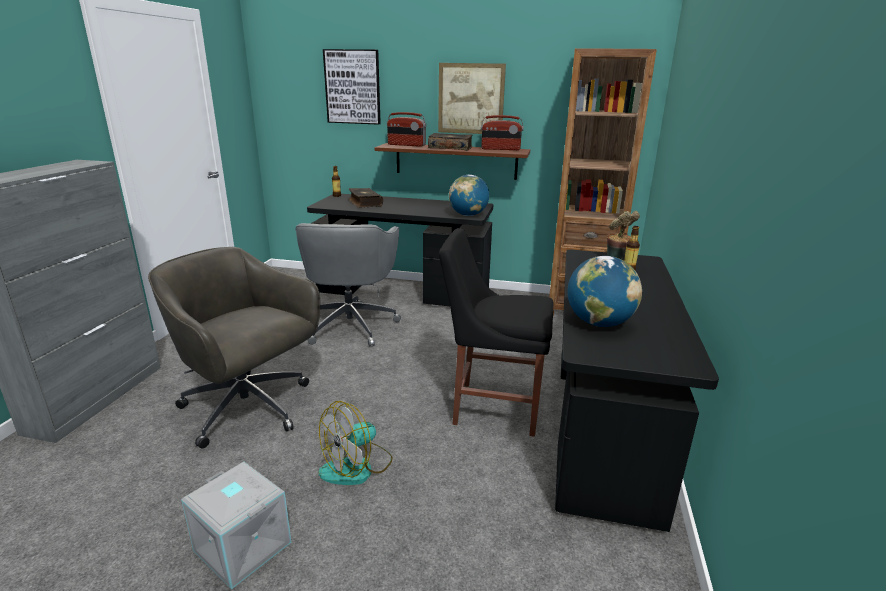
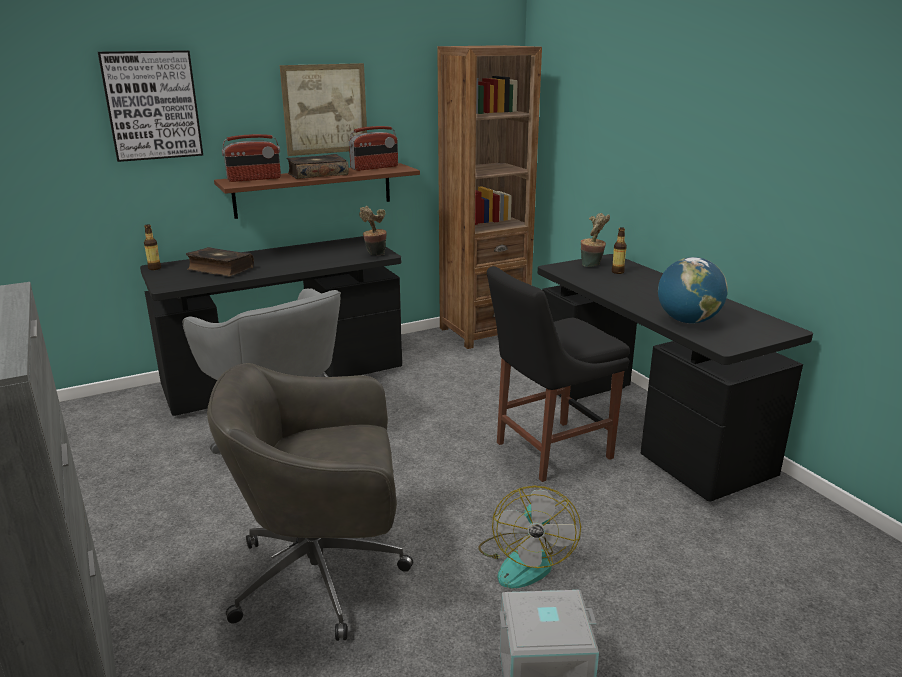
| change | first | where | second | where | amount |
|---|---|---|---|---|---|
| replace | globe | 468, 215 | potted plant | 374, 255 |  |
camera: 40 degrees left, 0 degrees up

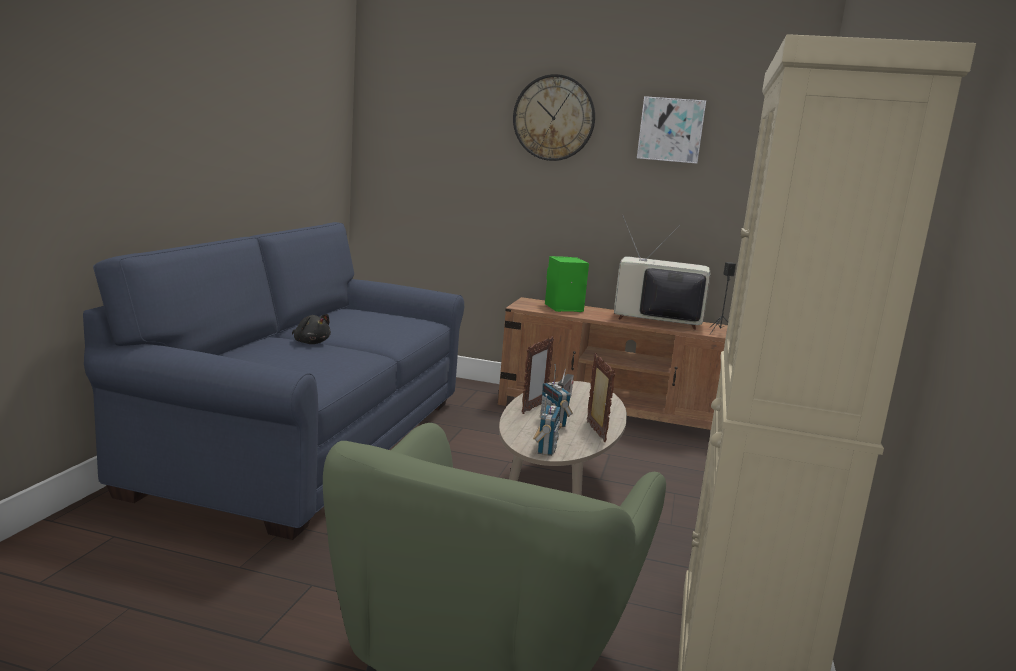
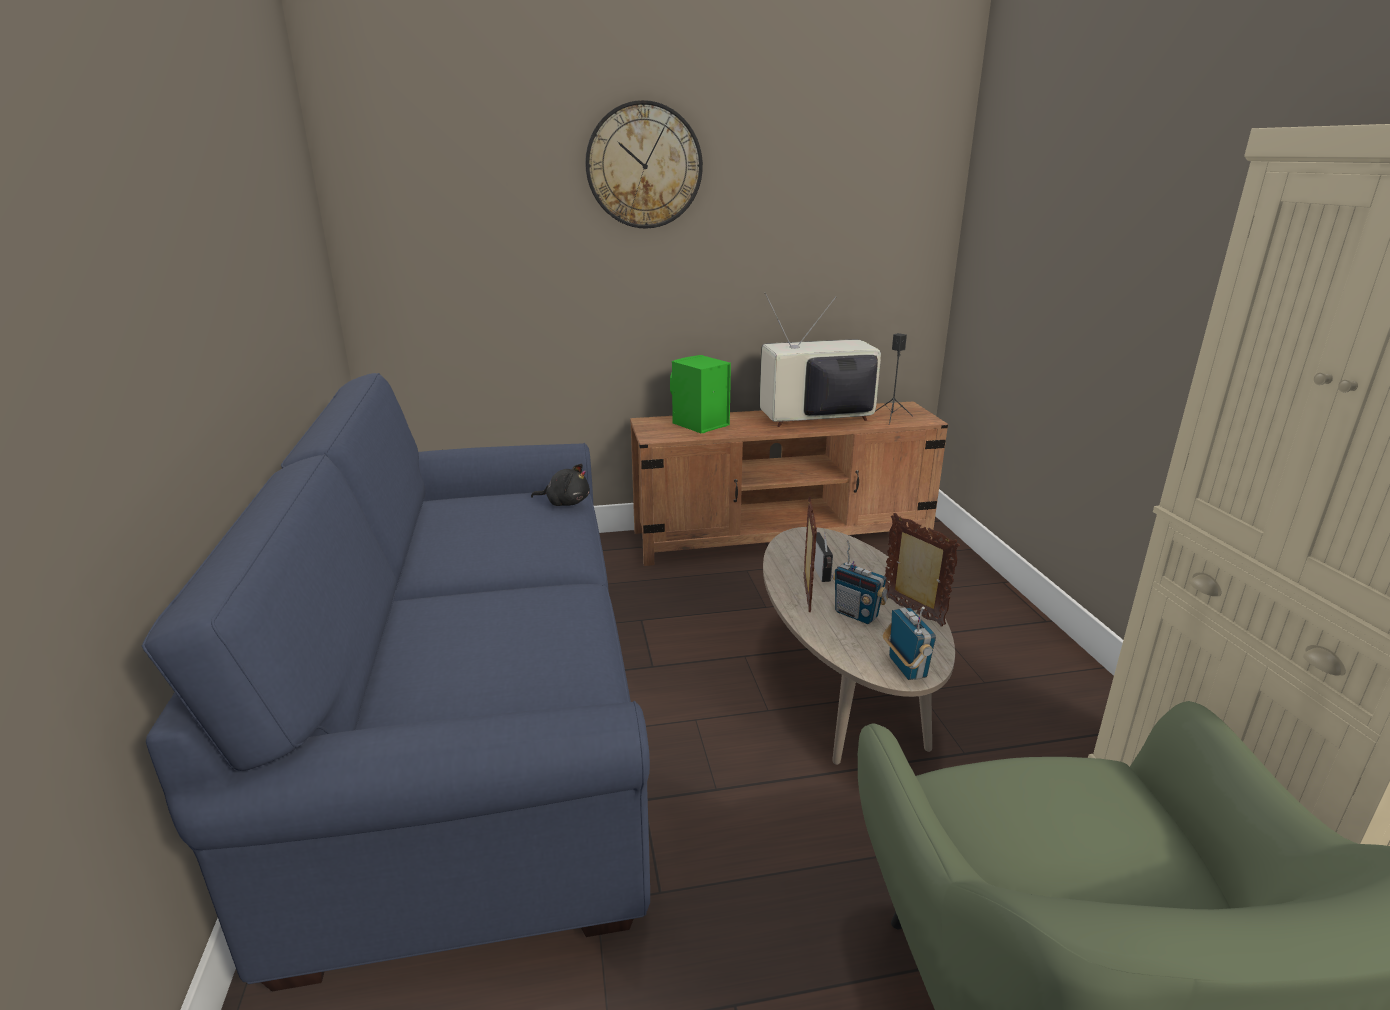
| change | first | where | second | where | amount |
|---|---|---|---|---|---|
| move | plush toy (black) | 311, 342 |  | 565, 503 |  |
| delete | picture | 671, 130 |  |  |  |
camera: 25 degrees left, 10 degrees up

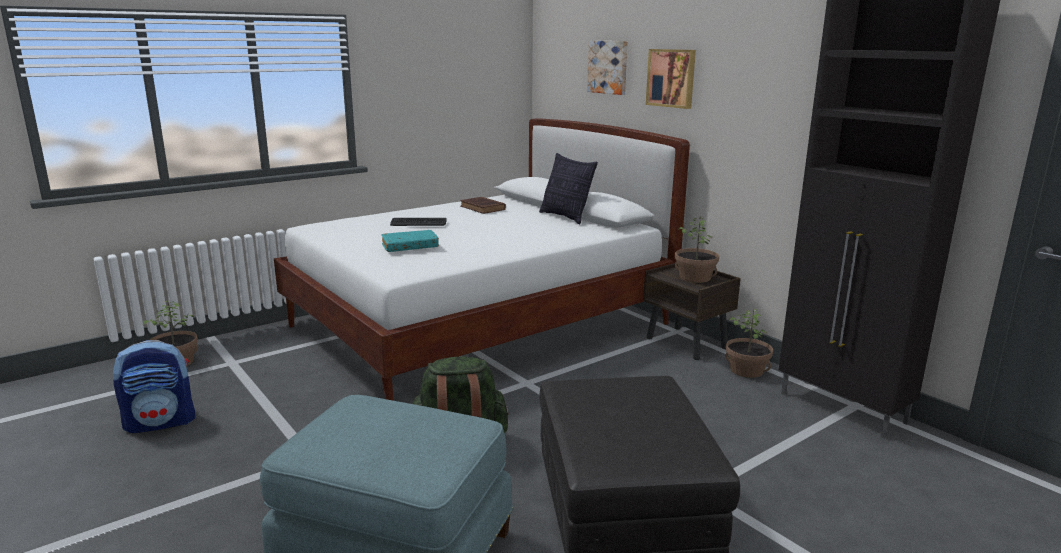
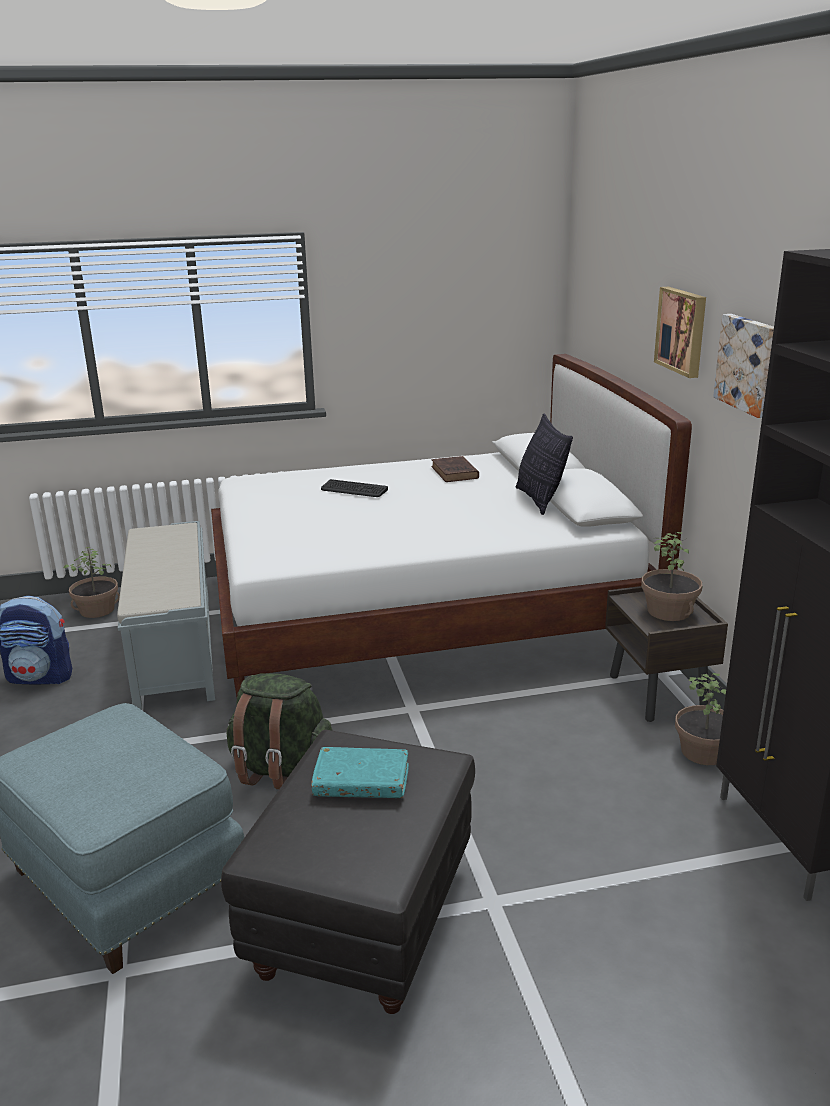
| change | first | where | second | where | amount |
|---|---|---|---|---|---|
| insert |  |  | bench (grey) | 175, 650 |  |
| move | book (turquoise) | 410, 247 |  | 361, 782 |  |
| move | picture | 609, 67 |  | 749, 364 |  |
camera: 25 degrees right, 5 degrees up

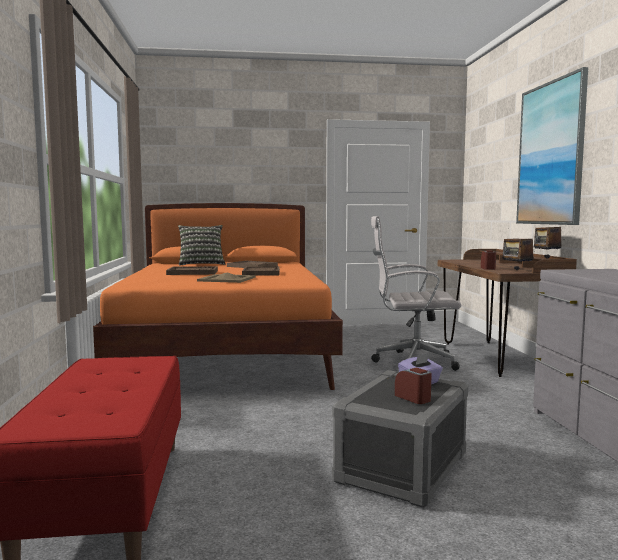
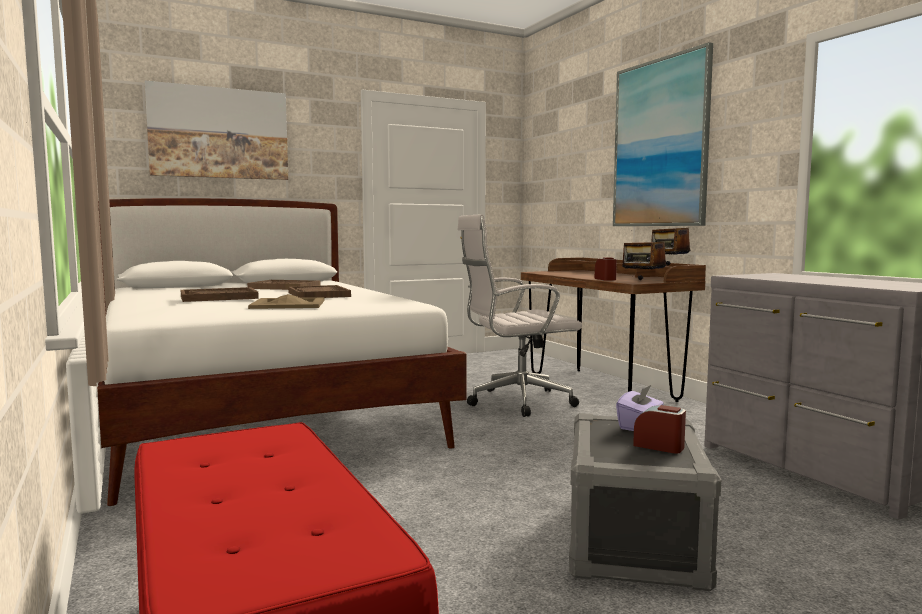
| change | first | where | second | where | amount |
|---|---|---|---|---|---|
| recolor | bed (orange) | 226, 353 | bed (white) | 260, 413 |  |
| insert |  |  | picture | 219, 133 |  |
| delete | pillow | 201, 264 |  |  |  |
camera: 20 degrees left, 0 degrees up

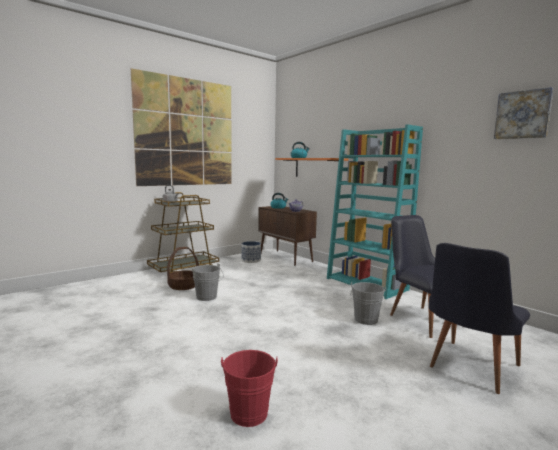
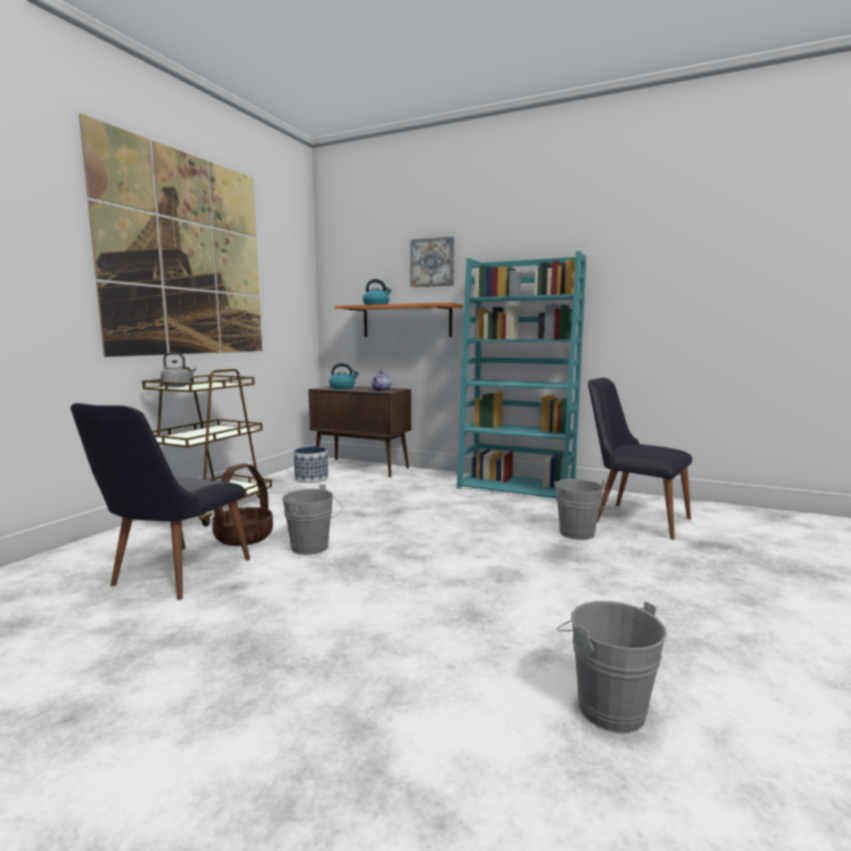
| change | first | where | second | where | amount |
|---|---|---|---|---|---|
| move | chair (black) | 469, 368 |  | 171, 576 |  |
| move | picture | 523, 115 |  | 433, 262 |  |
| recolor | bucket (red) | 249, 410 | bucket (grey) | 605, 705 |  |
camera: 25 degrees left, 0 degrees up

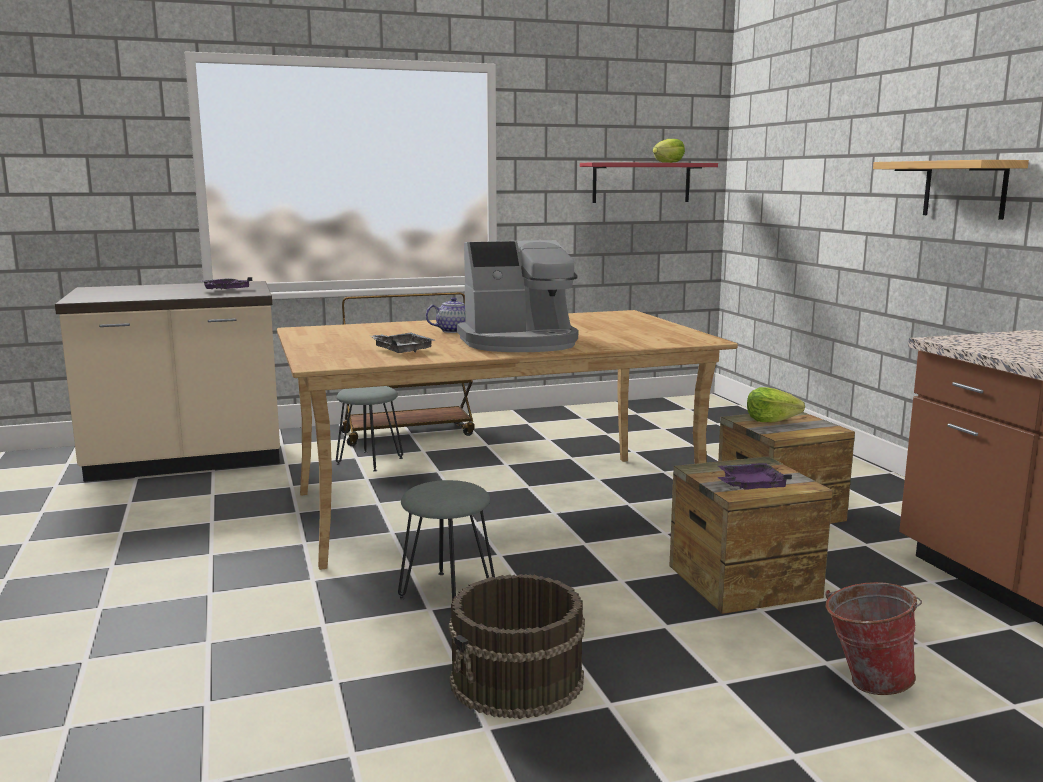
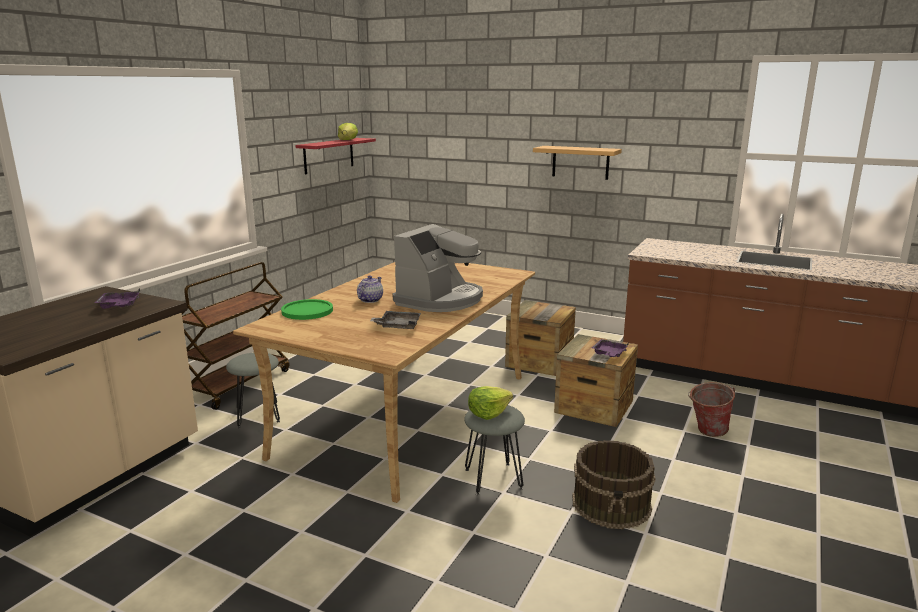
| change | first | where | second | where | amount |
|---|---|---|---|---|---|
| insert |  |  | plate (green) | 307, 311 |  |
| move | lettuce | 771, 420 |  | 488, 413 |  |
camera: 45 degrees left, 5 degrees up

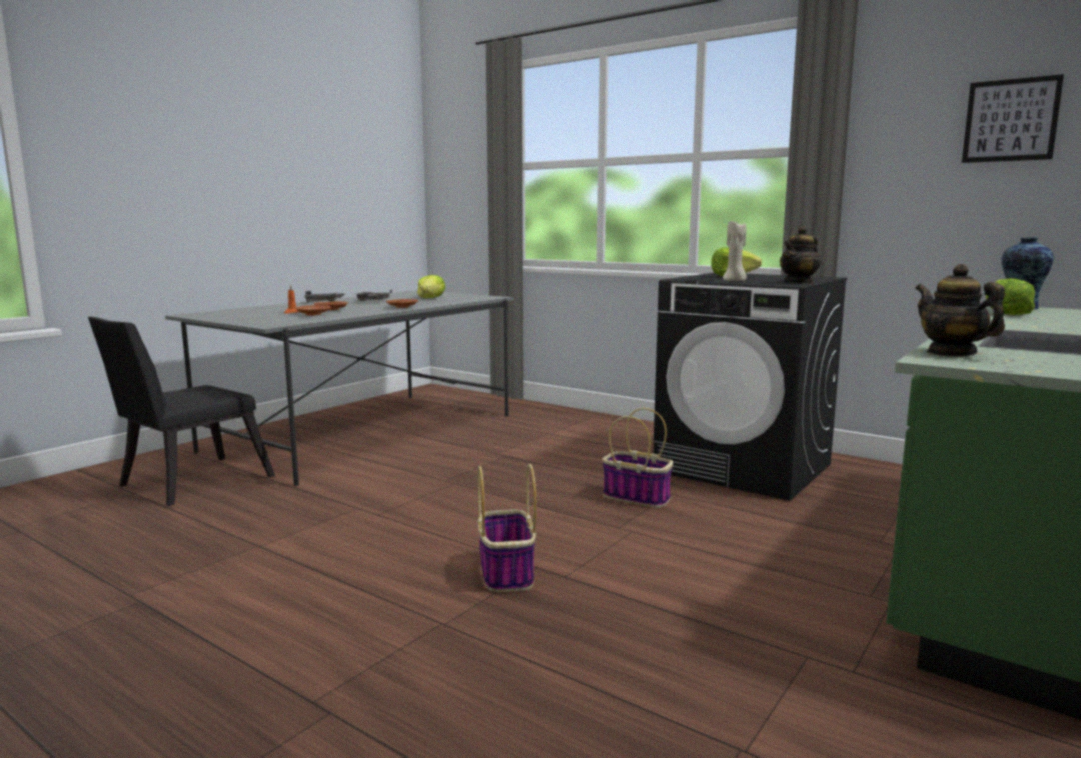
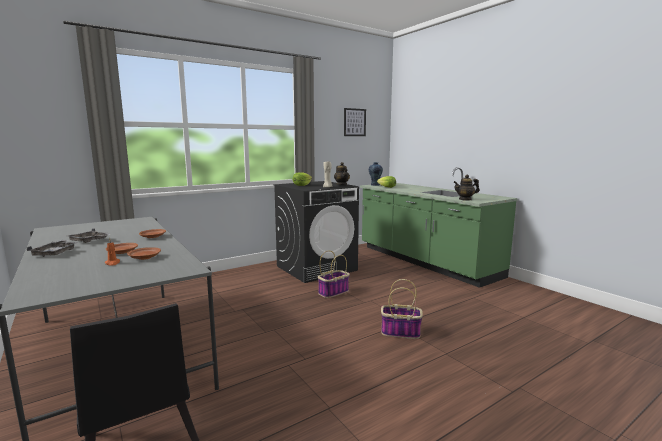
| change | first | where | second | where | amount |
|---|---|---|---|---|---|
| delete | lettuce | 430, 298 |  |  |  |
camera: 70 degrees left, 0 degrees up

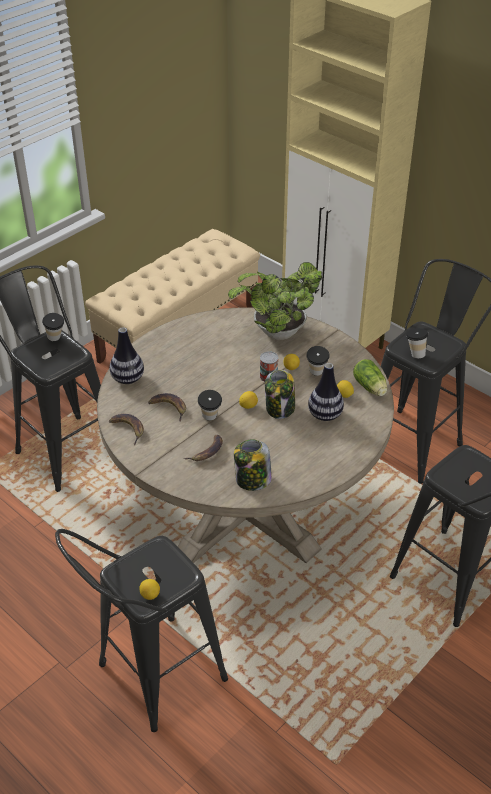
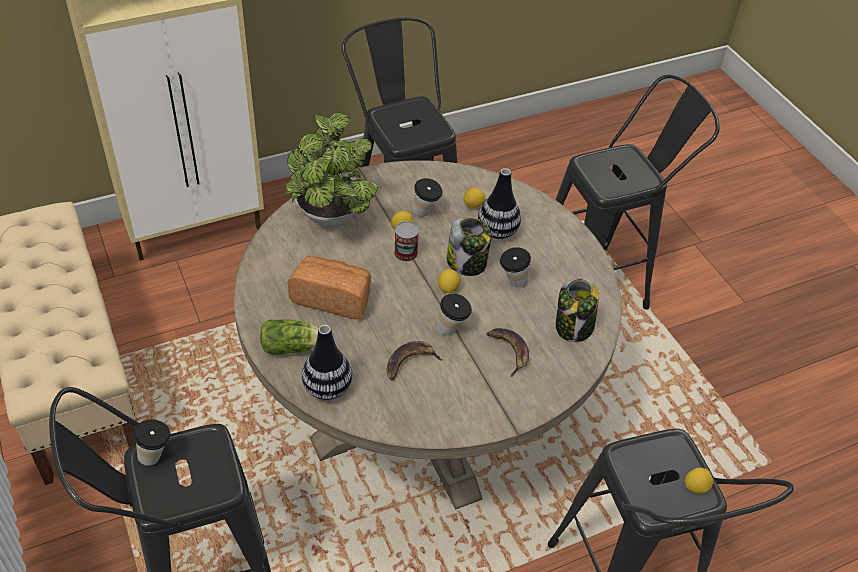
| change | first | where | second | where | amount |
|---|---|---|---|---|---|
| move | lettuce | 370, 388 |  | 293, 347 |  |
| insert |  |  | bread | 333, 298 |  |
| move | cup | 414, 353 |  | 512, 283 |  |
| delete | banana | 128, 429 |  |  |  |
camera: 70 degrees left, 5 degrees up

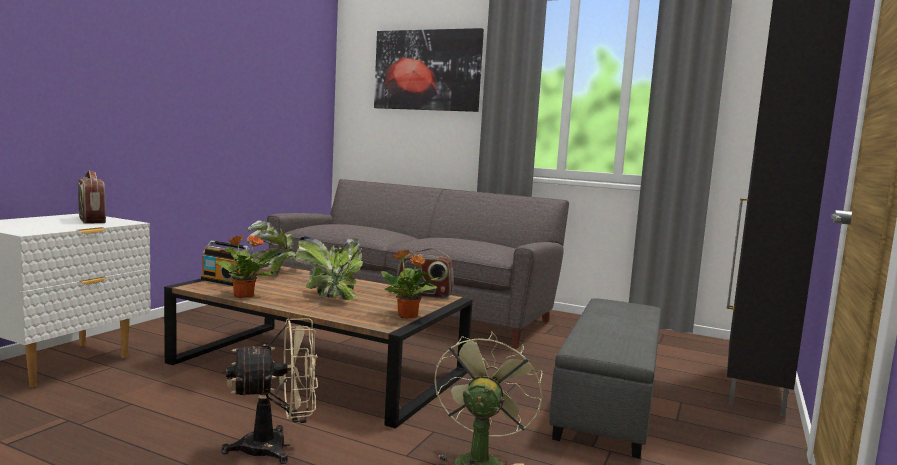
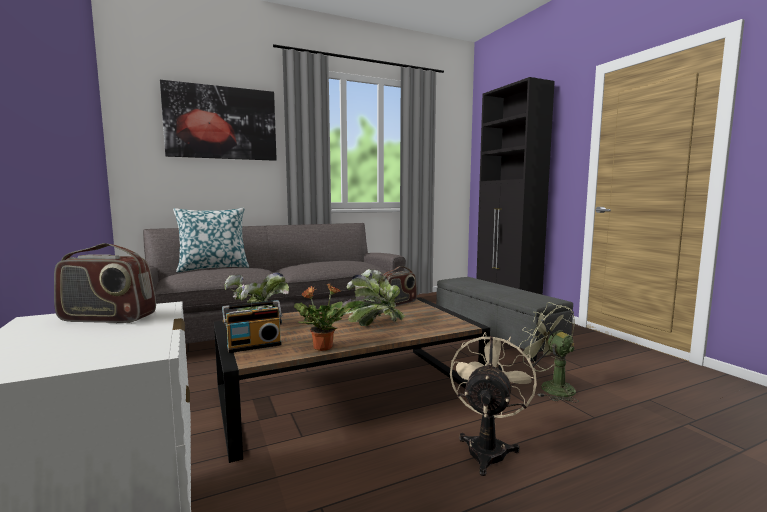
| change | first | where | second | where | amount |
|---|---|---|---|---|---|
| insert |  |  | pillow | 213, 268 |  |
| delete | potted plant | 408, 316 |  |  |  |
camera: 50 degrees left, 0 degrees up

